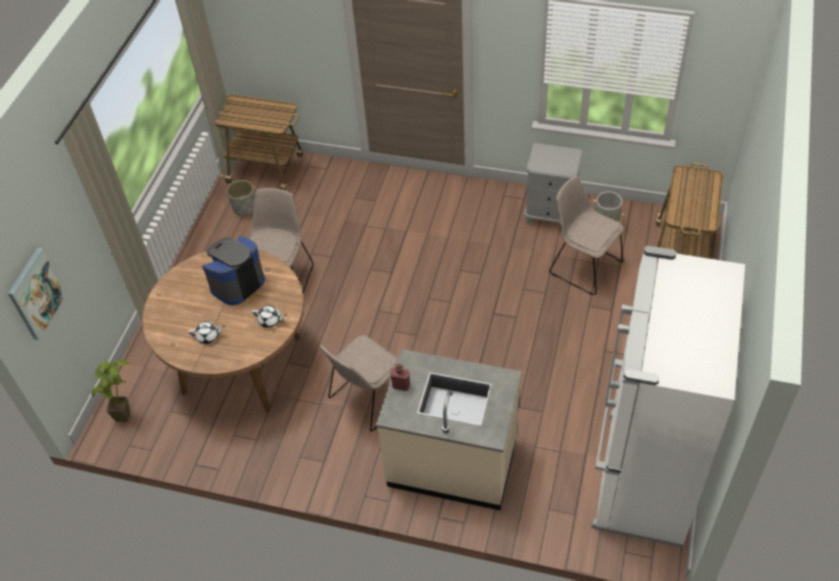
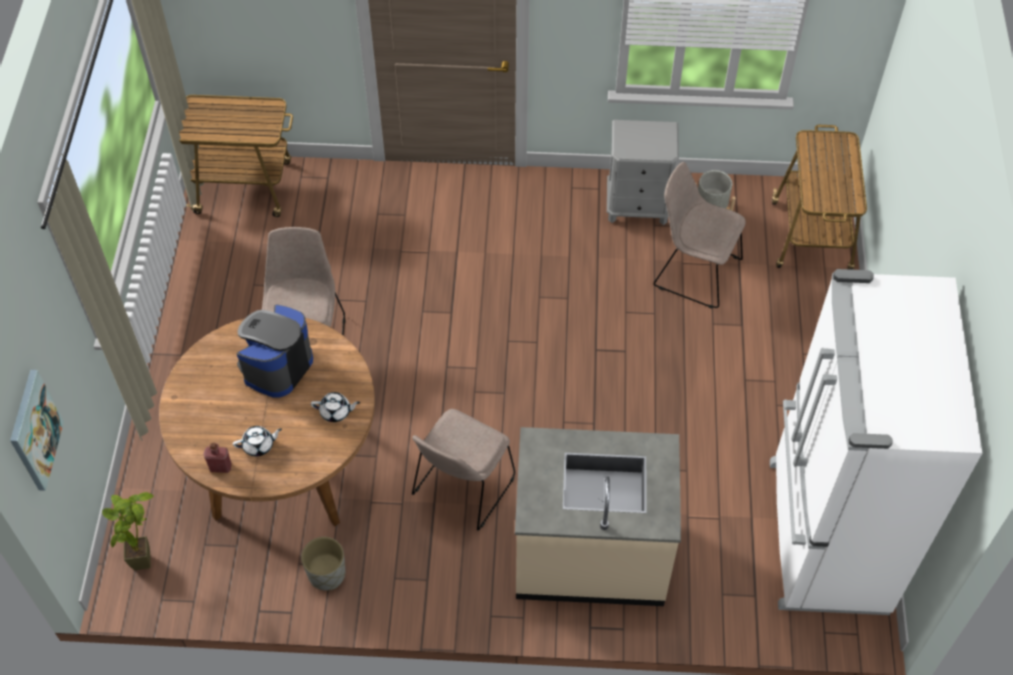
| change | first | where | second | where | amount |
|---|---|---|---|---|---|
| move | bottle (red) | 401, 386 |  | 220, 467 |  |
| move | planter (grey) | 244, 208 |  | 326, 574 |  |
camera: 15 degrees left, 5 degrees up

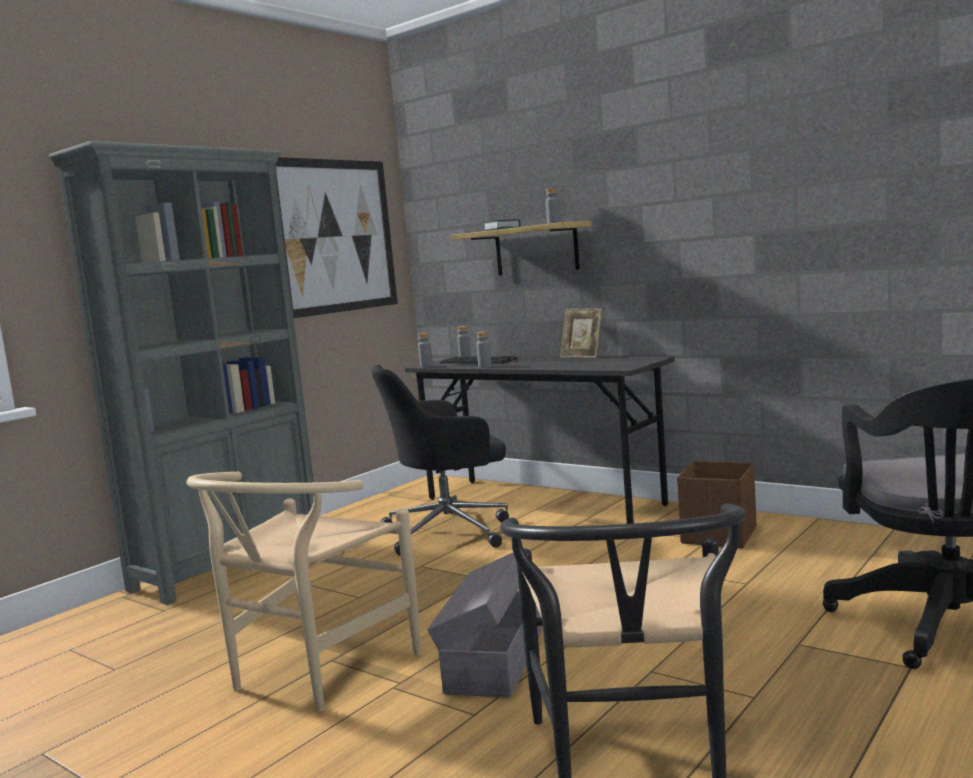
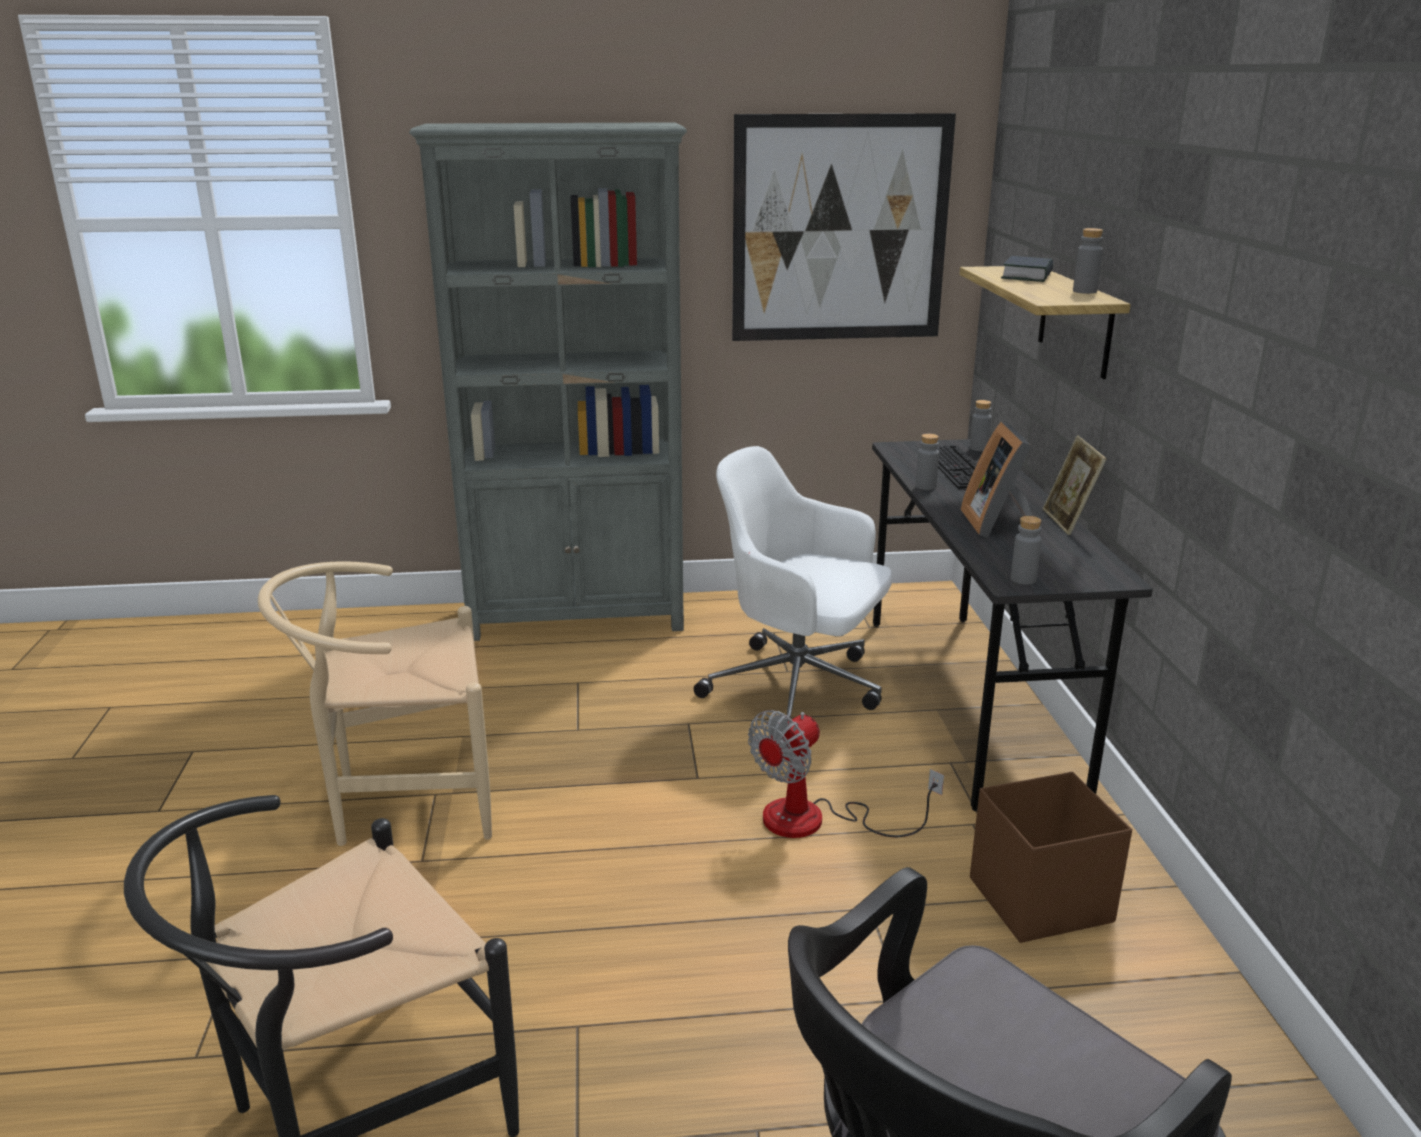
| change | first | where | second | where | amount |
|---|---|---|---|---|---|
| recolor | office chair (black) | 450, 531 | office chair (white) | 798, 689 |  |
| insert |  |  | fan | 816, 820 |  |
| insert |  |  | picture frame | 997, 523 |  |
| move | bottle (grey) | 426, 366 |  | 1023, 579 |  |
| delete | storage box (grey) | 493, 660 |  |  |  |
camera: 45 degrees right, 15 degrees up

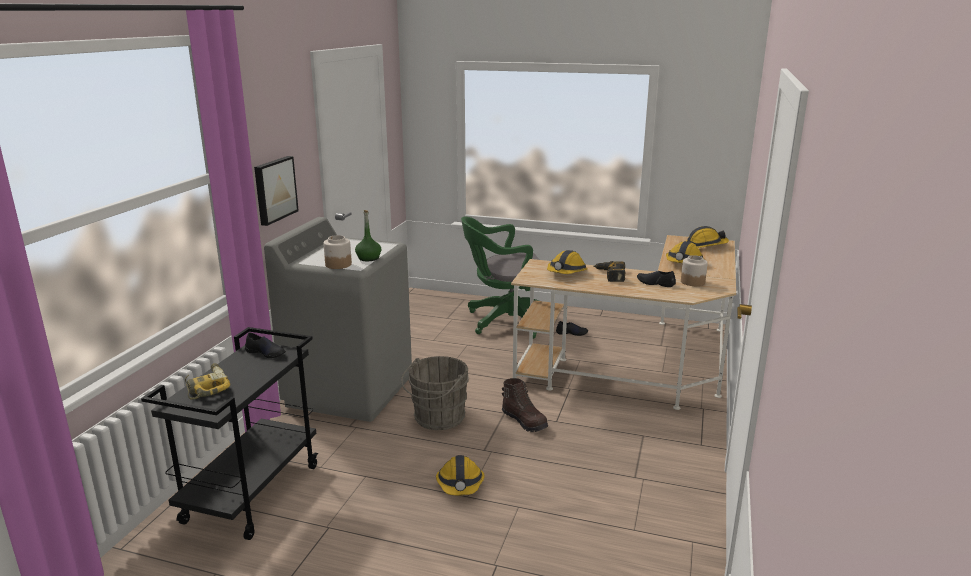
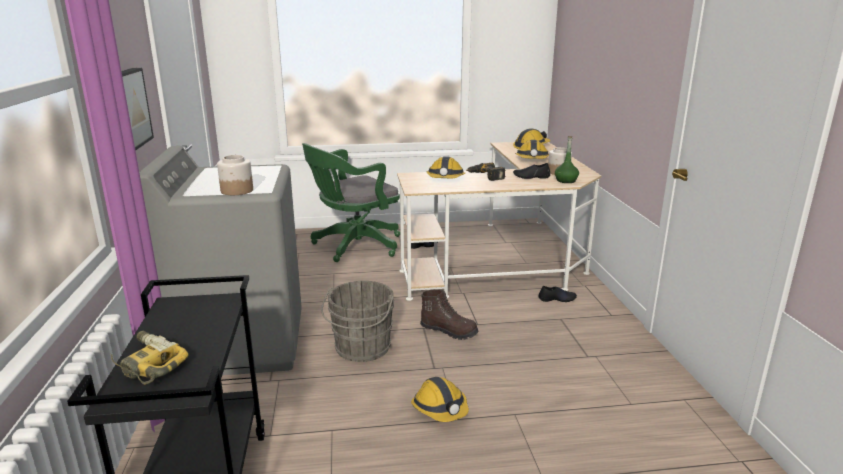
| change | first | where | second | where | amount |
|---|---|---|---|---|---|
| move | shoe (black) | 266, 353 |  | 557, 299 |  |
| move | bottle (green) | 368, 258 |  | 566, 181 |  |
camera: 25 degrees left, 0 degrees up

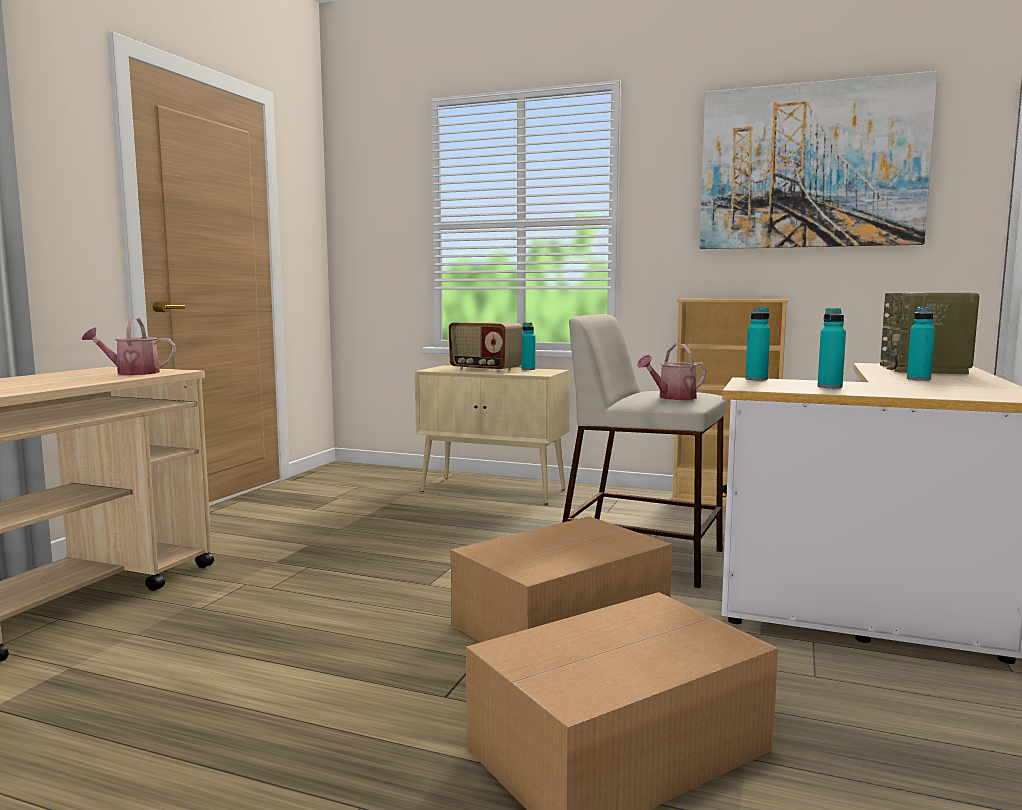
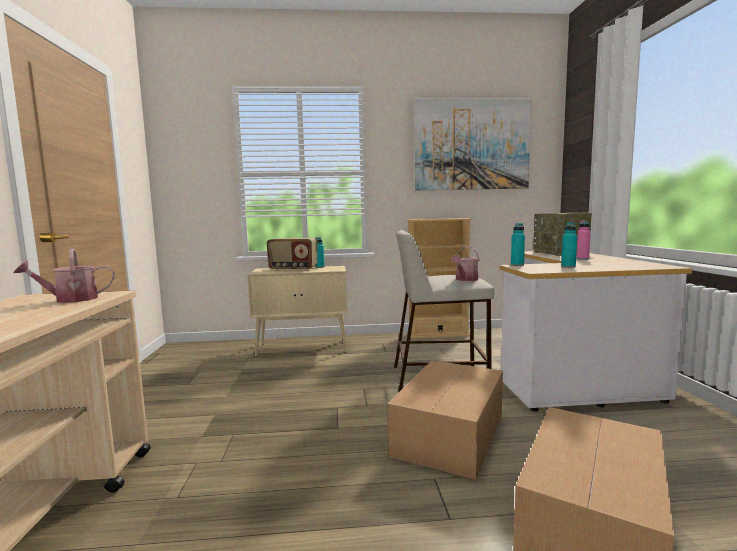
| change | first | where | second | where | amount |
|---|---|---|---|---|---|
| recolor | bottle (turquoise) | 918, 379 | bottle (pink) | 582, 259 |  |
camera: 25 degrees left, 0 degrees up

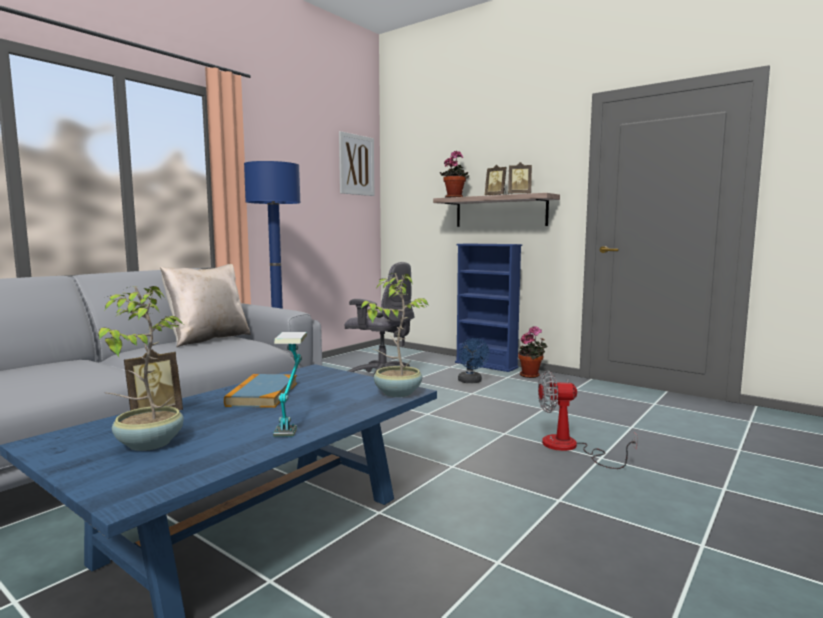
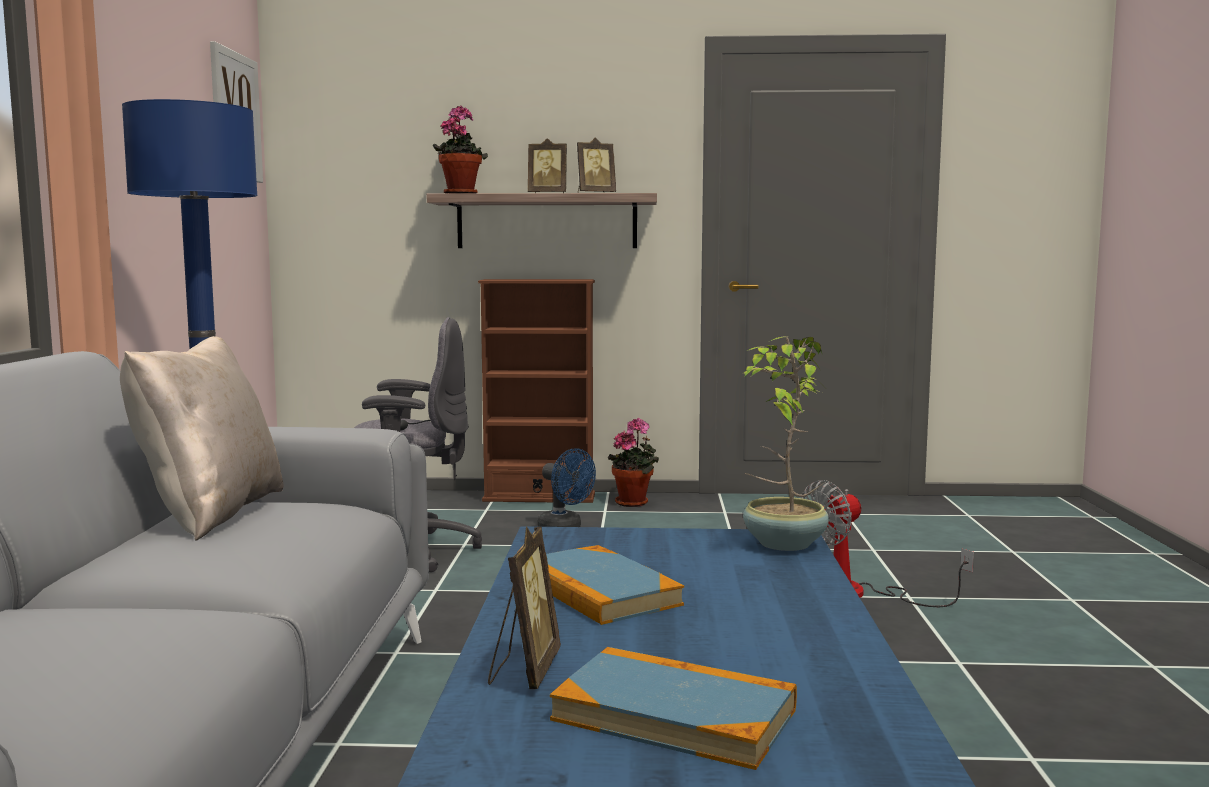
| change | first | where | second | where | amount |
|---|---|---|---|---|---|
| recolor | bookcase (blue) | 486, 365 | bookcase (brown) | 539, 497 |  |
| replace | potted plant | 148, 444 | book | 674, 714 |  |
| delete | table lamp | 291, 421 |  |  |  |
camera: 35 degrees left, 0 degrees up

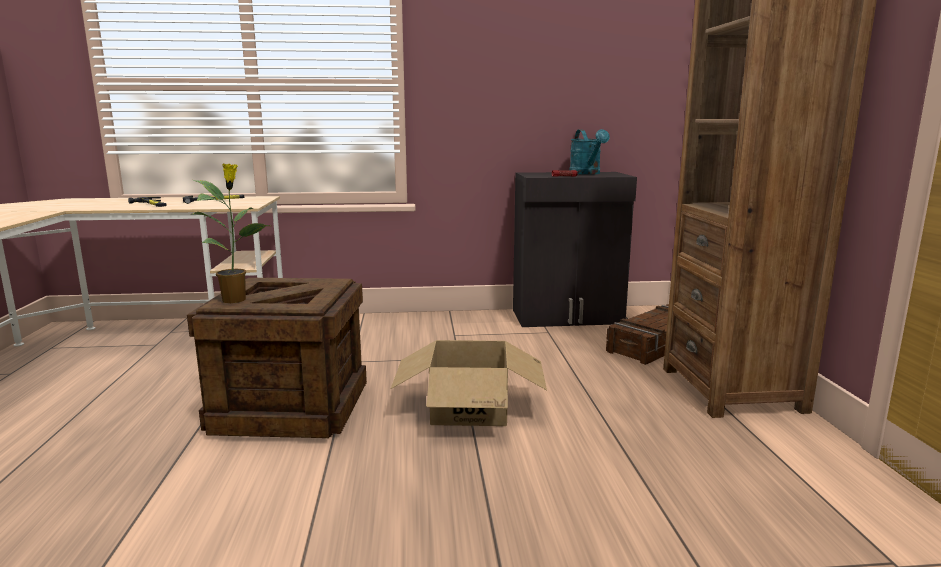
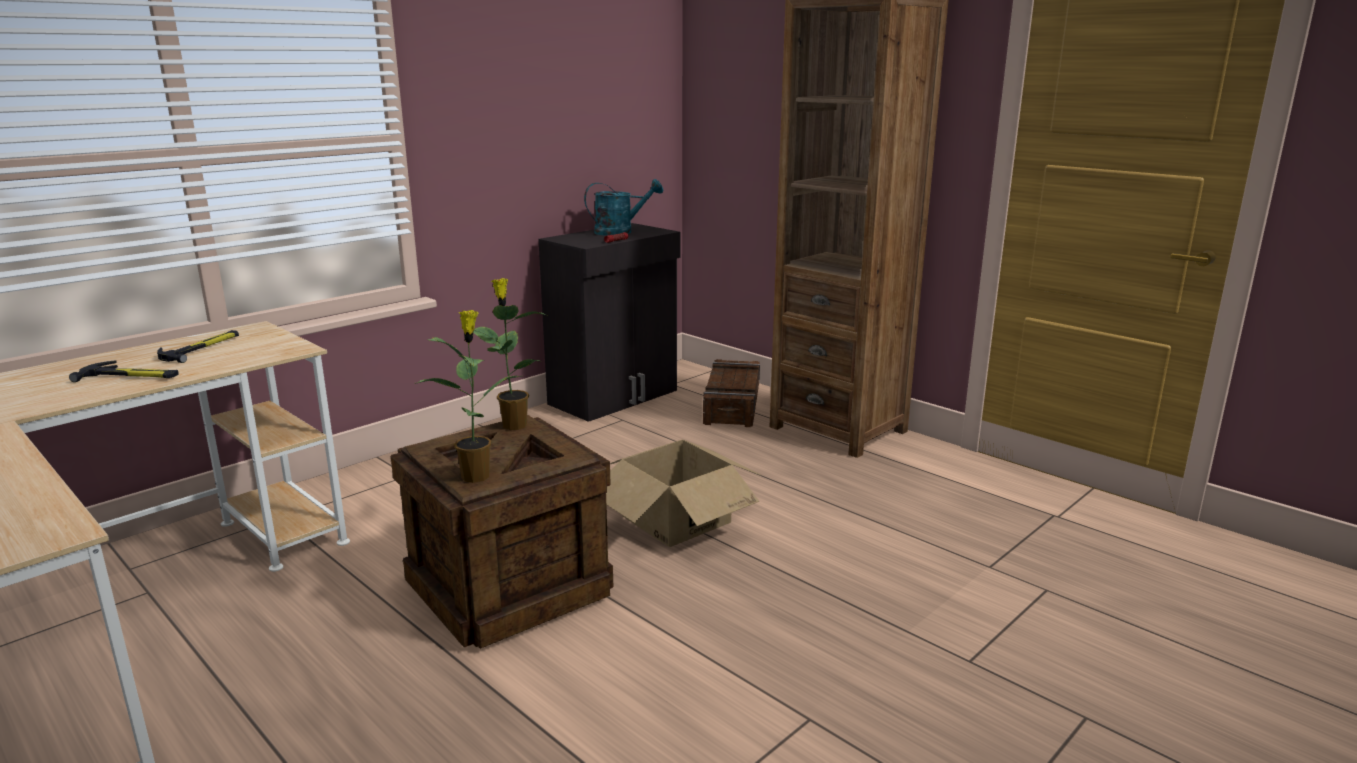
| change | first | where | second | where | amount |
|---|---|---|---|---|---|
| insert |  |  | potted plant | 513, 425 |  |
| rotate | watering can (turquoise) | 587, 173 |  | 620, 231 | 60 degrees counterclockwise |
camera: 40 degrees left, 5 degrees up

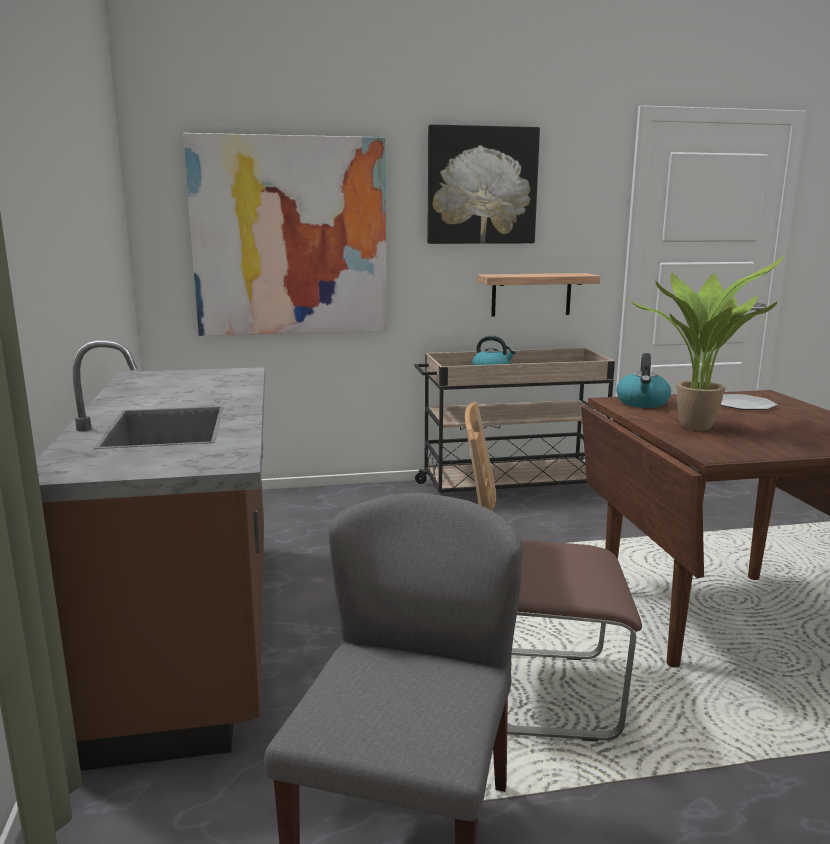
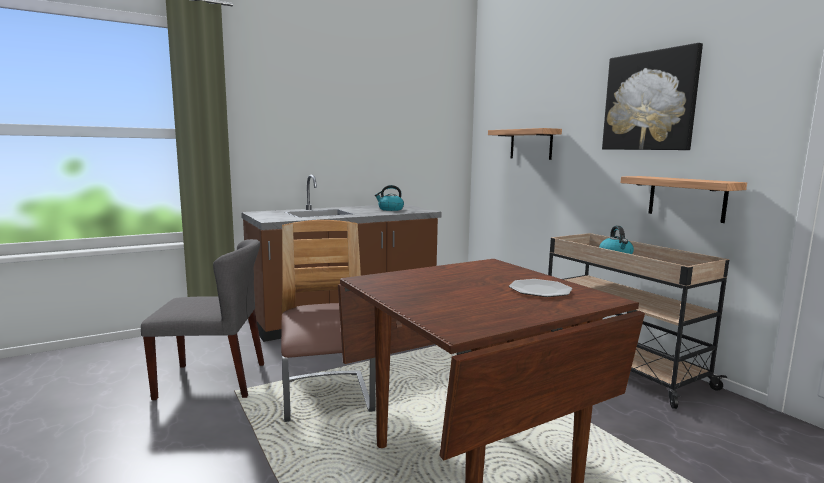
| change | first | where | second | where | amount |
|---|---|---|---|---|---|
| move | kettle | 642, 403 |  | 390, 209 |  |
| replace | picture | 290, 237 | shelf | 531, 144 |  |
| delete | potted plant | 696, 425 |  |  |  |
camera: 70 degrees right, 5 degrees down

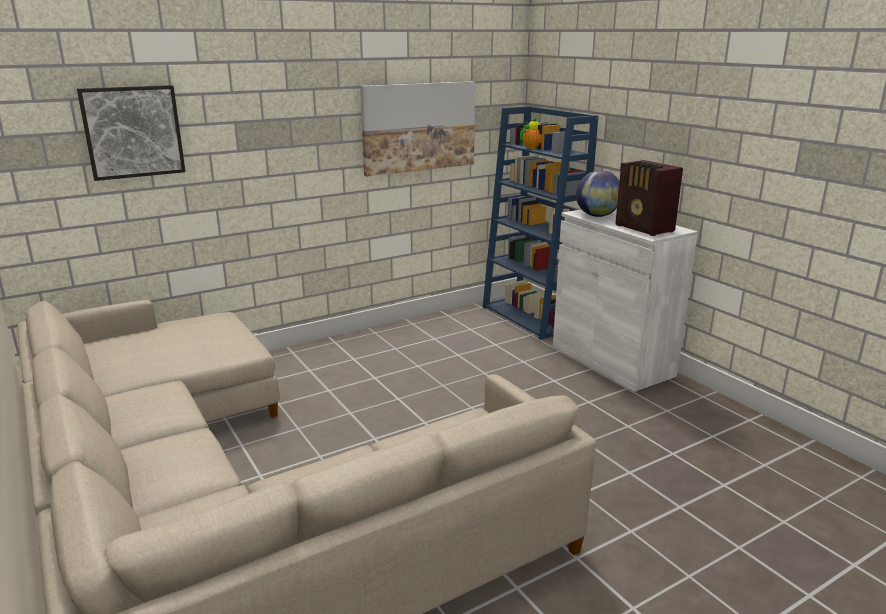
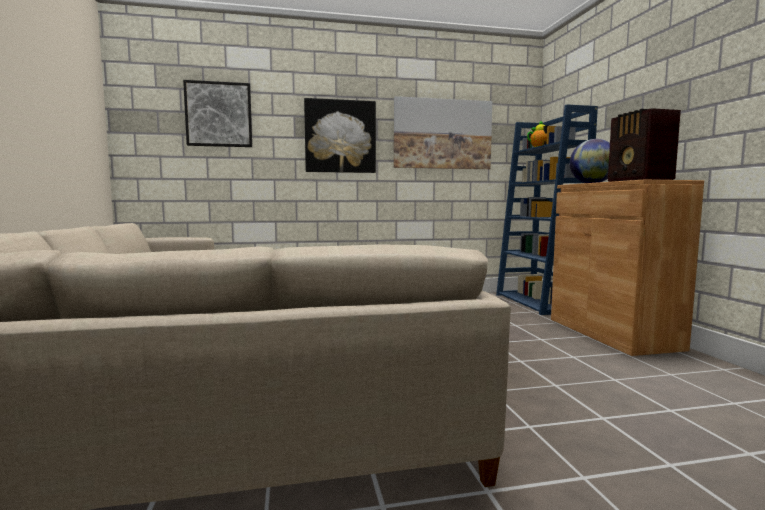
| change | first | where | second | where | amount |
|---|---|---|---|---|---|
| insert |  |  | picture | 340, 136 |  |
| recolor | cabinet (white) | 612, 360 | cabinet (brown) | 611, 333 |  |
camera: 20 degrees right, 15 degrees down

